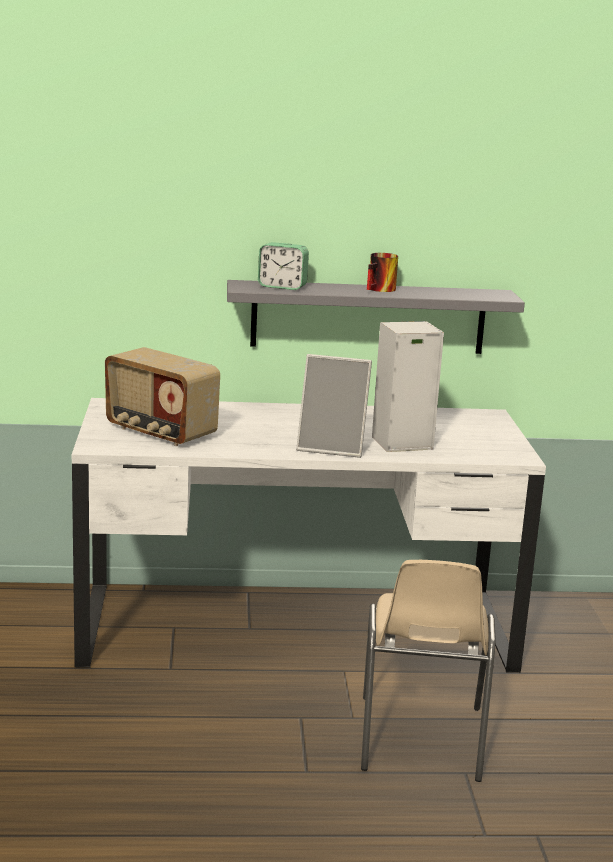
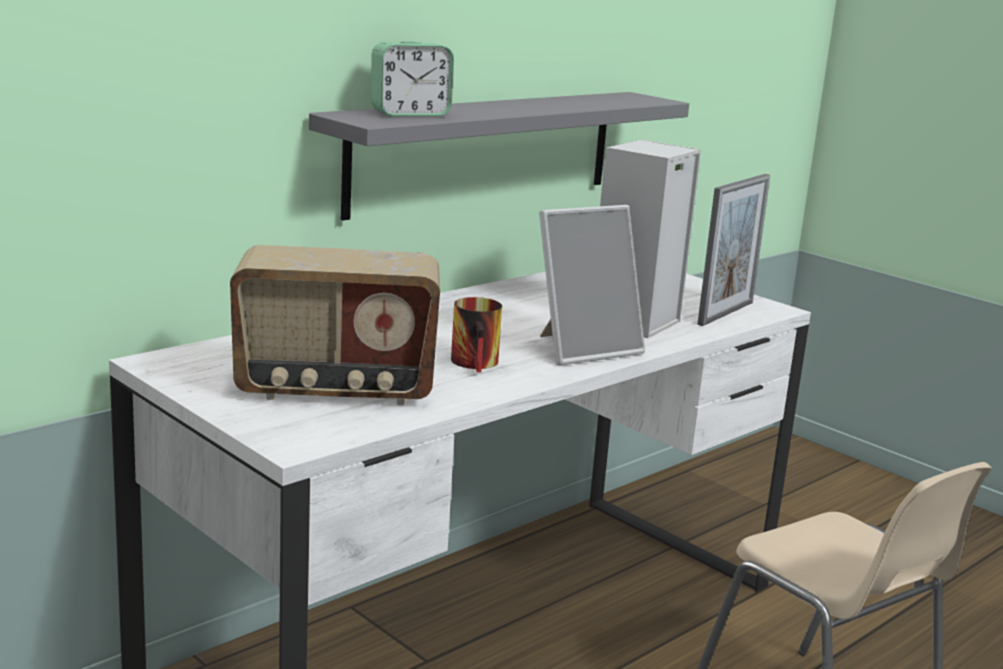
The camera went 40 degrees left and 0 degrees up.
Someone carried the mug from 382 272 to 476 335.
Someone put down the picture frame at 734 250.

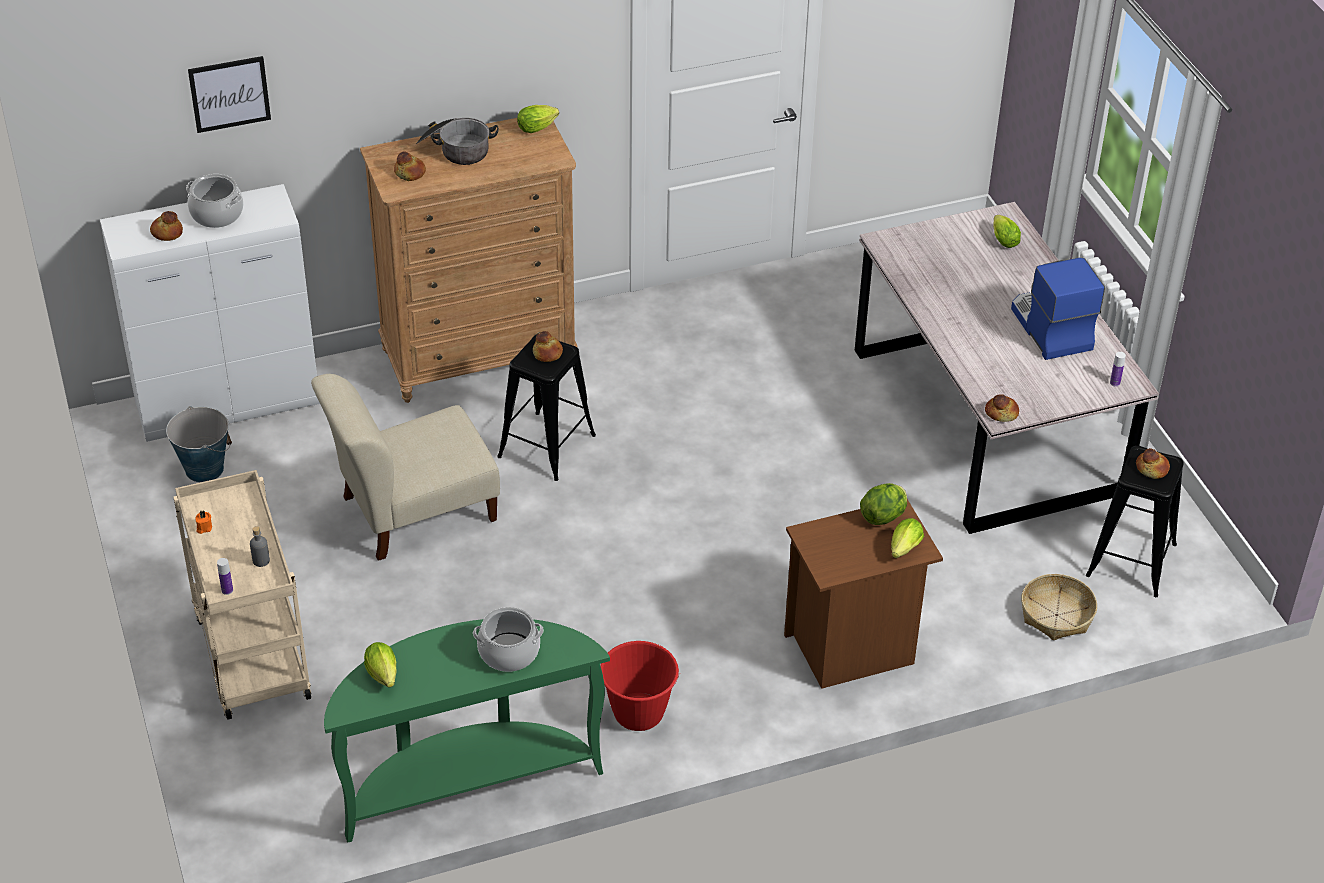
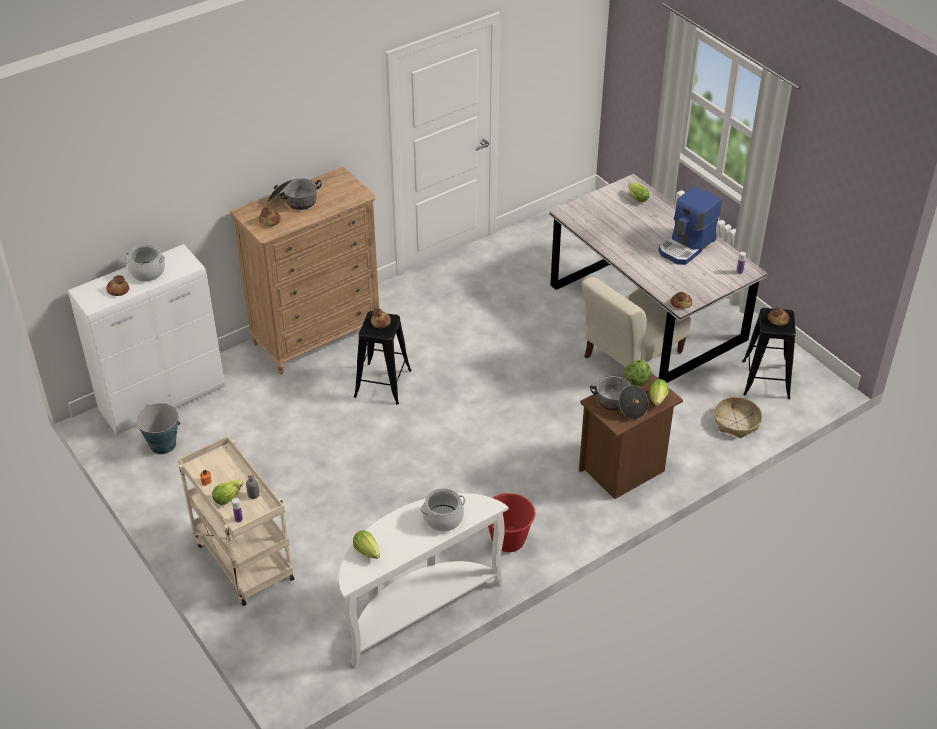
The camera went 15 degrees left and 0 degrees up.
Someone took away the picture at 229 94.
Someone carried the beige chair from 405 467 to 636 322.
Someone repainted the green console table at 467 731, which became the white console table at 423 580.
Someone carried the lettuce from 538 119 to 227 492.
Someone rotated the coffee machine at 1058 309 by 105 degrees counterclockwise.
Someone put down the cooking pot at 619 397.

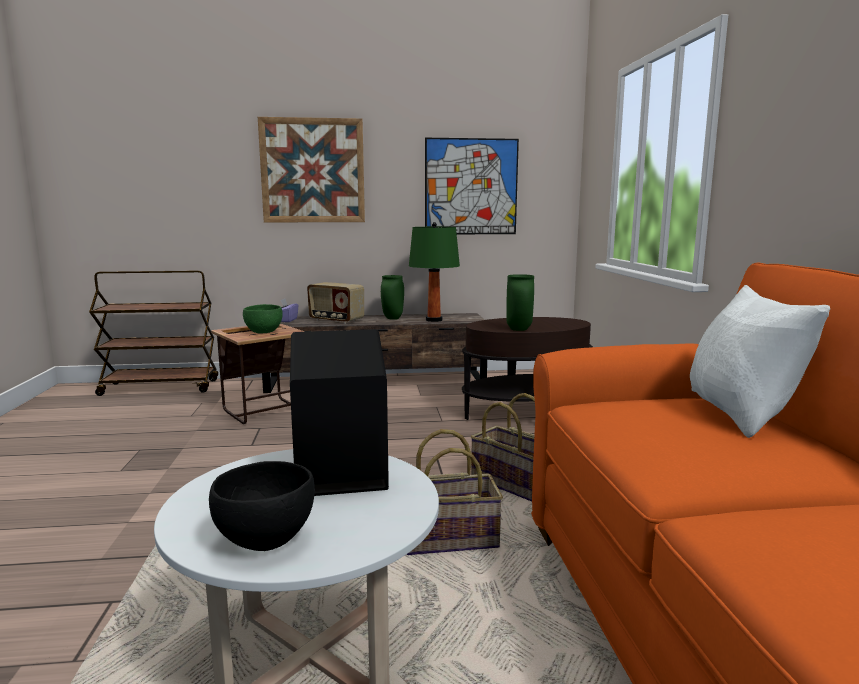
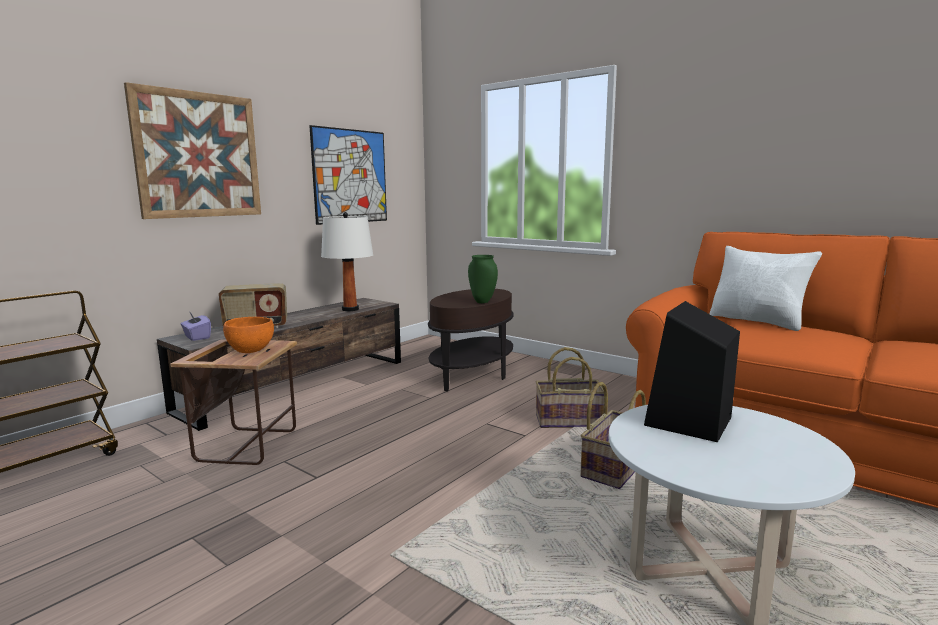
The camera went 45 degrees left and 0 degrees up.
Someone took away the black bowl at 262 506.
Someone repainted the green bowl at 263 318, which became the orange bowl at 248 335.
Someone took away the green vase at 392 297.
Someone repainted the green table lamp at 434 272, which became the white table lamp at 347 261.

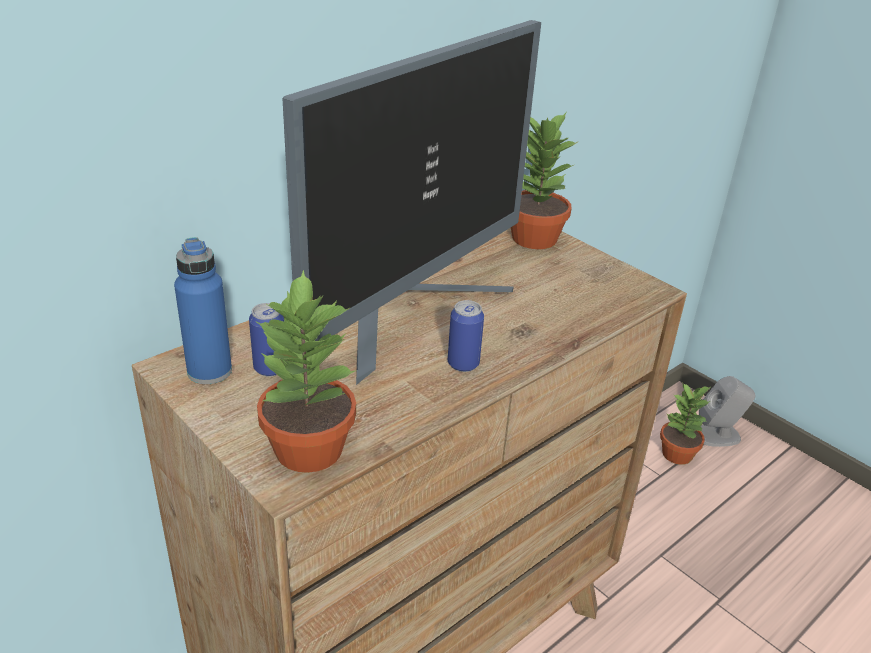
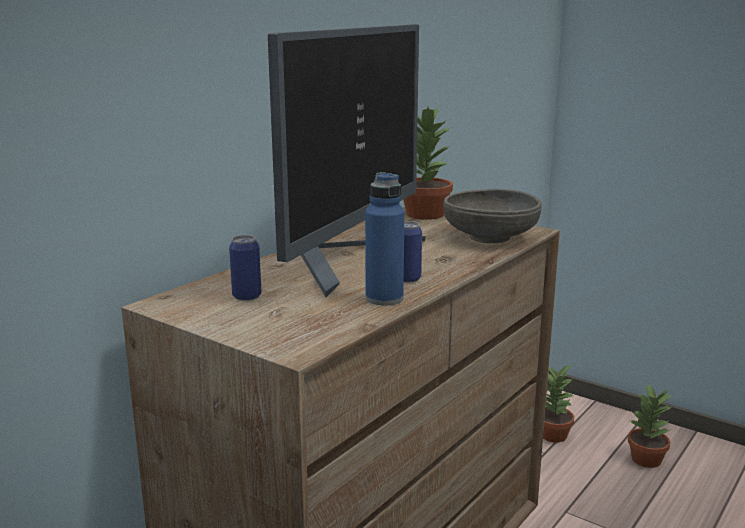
The camera went 10 degrees left and 15 degrees down.
Someone carried the blue bottle from 203 310 to 385 238.
Someone carried the potted plant from 306 371 to 650 425.
Someone took away the grey speaker at 727 411.
Someone put down the grey bowl at 492 216.

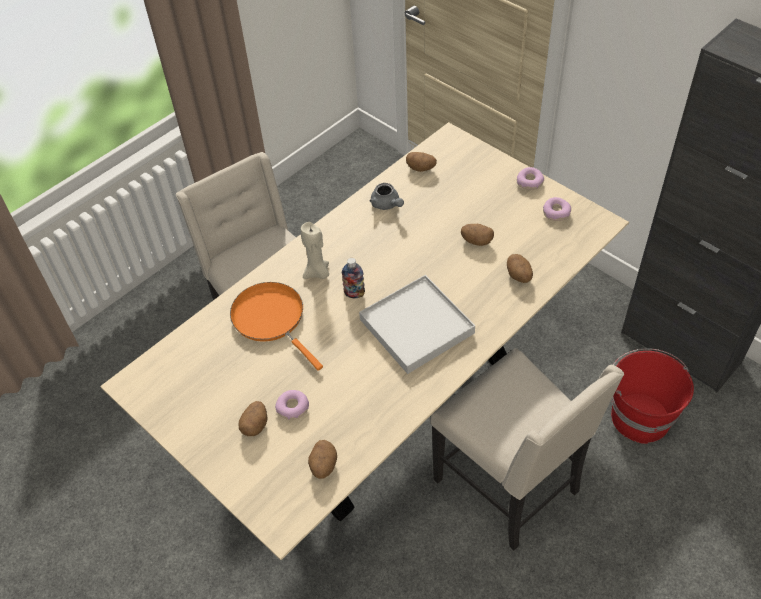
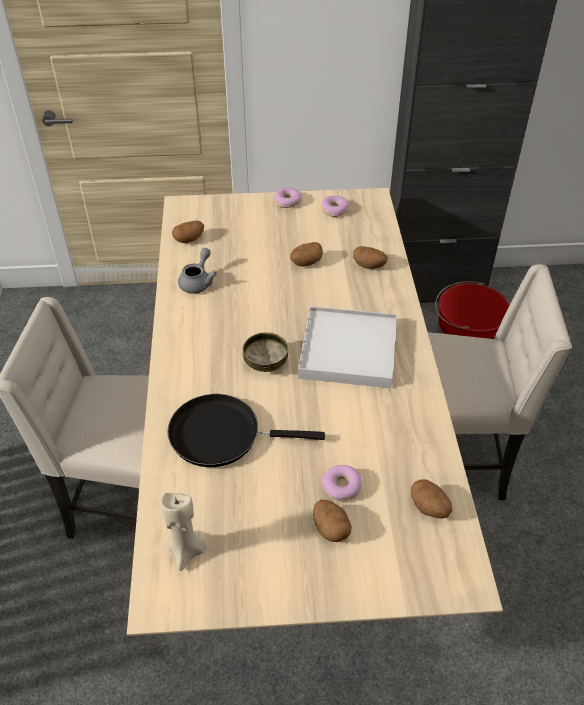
The camera went 50 degrees left and 5 degrees down.
Someone repainted the orange frying pan at 276 326, which became the black frying pan at 246 430.
Someone carried the beige candle from 314 250 to 183 532.
Someone swapped the bottle at 353 278 for the bowl at 265 352.
Someone rotated the grey teapot at 386 196 by 75 degrees counterclockwise.

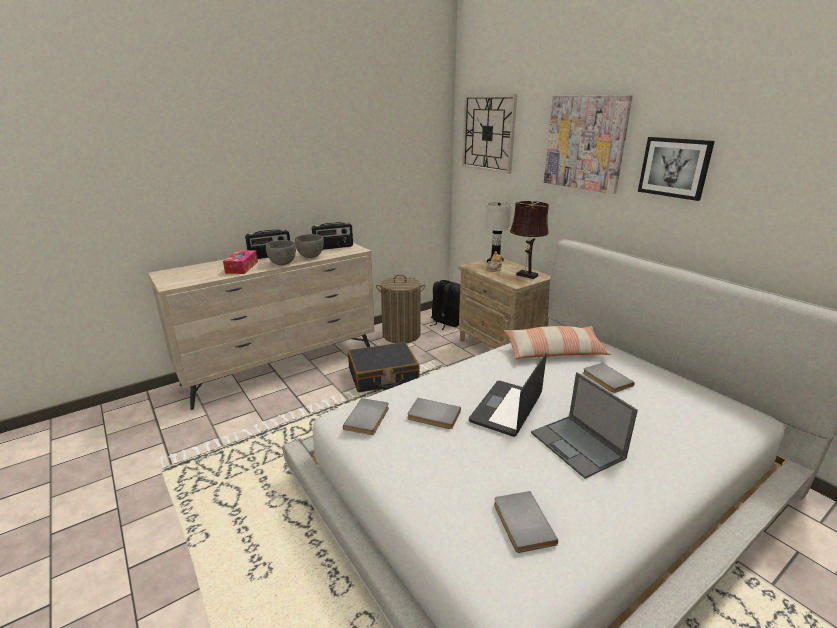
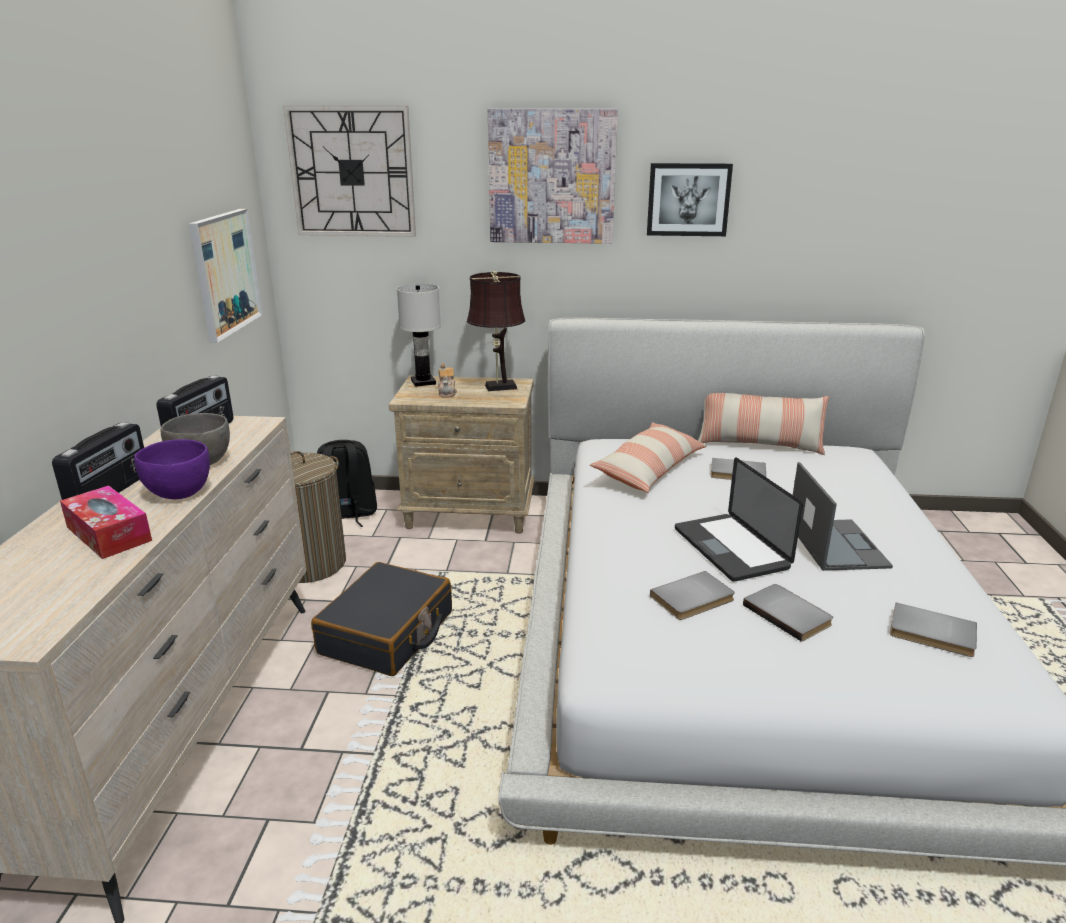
The camera went 50 degrees left and 0 degrees up.
Someone repainted the grey bowl at 281 252, which became the purple bowl at 172 469.
Someone carried the grey book from 366 416 to 788 613.
Someone rotated the laptop at 584 425 by 105 degrees counterclockwise.
Someone put up the picture at 226 276.
Someone put down the pillow at 763 424.

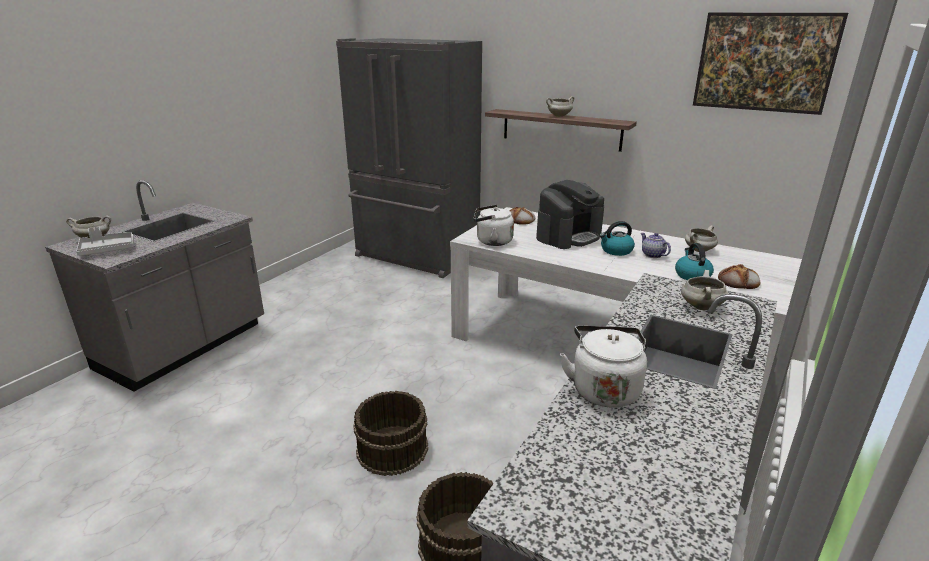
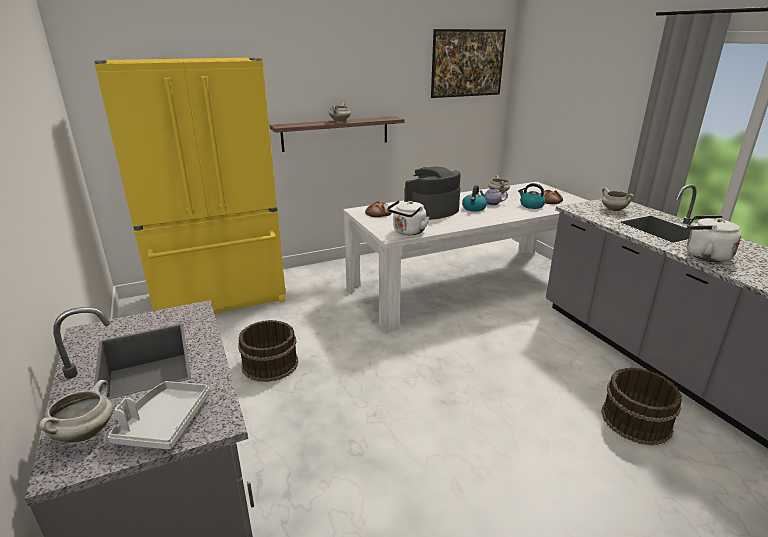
The camera went 55 degrees left and 0 degrees up.
Someone repainted the grey fridge at 409 158, which became the yellow fridge at 190 186.
Someone carried the brown bucket from 390 433 to 268 351.
Someone rotated the coffee machine at 570 214 by 120 degrees counterclockwise.

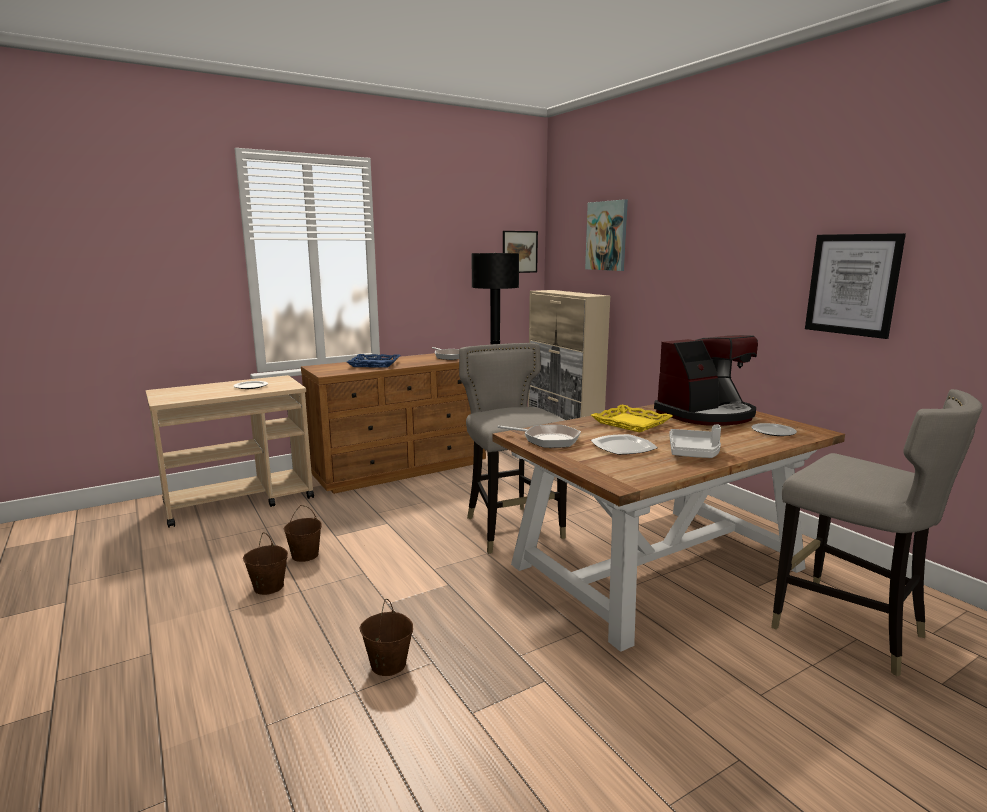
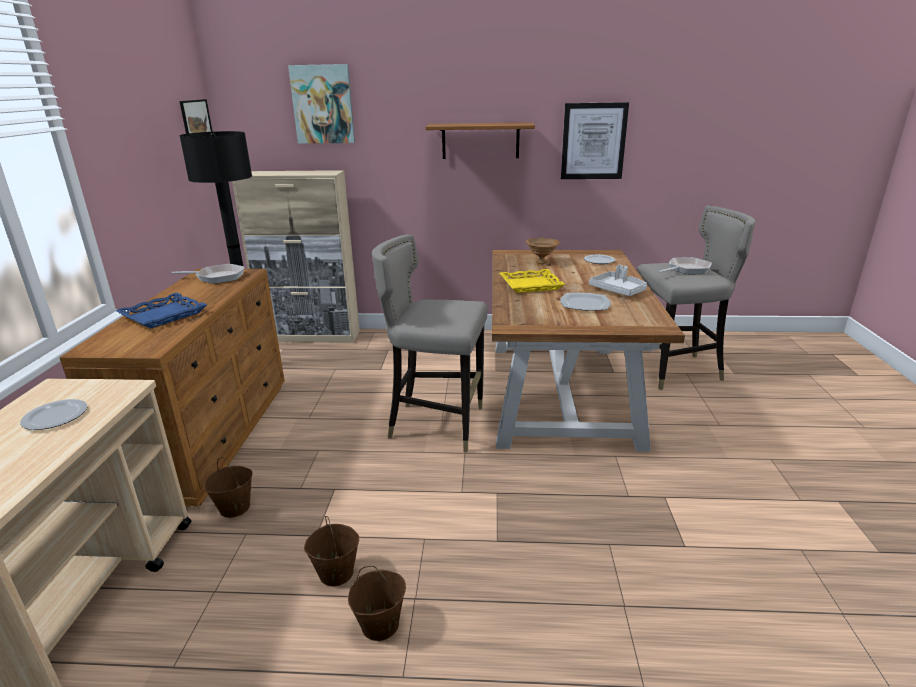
The camera went 55 degrees left and 10 degrees up.
Someone carried the brown bucket from 386 637 to 228 487.
Someone carried the frying pan from 539 436 to 685 265.
Someone swapped the coffee machine at 706 380 for the brown bowl at 543 251.
Someone put up the shelf at 480 140.

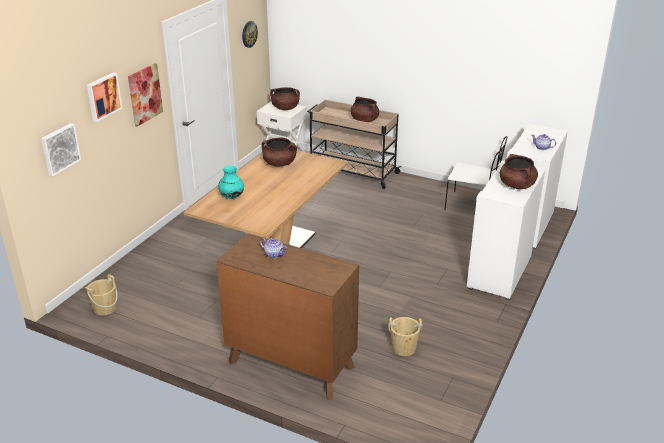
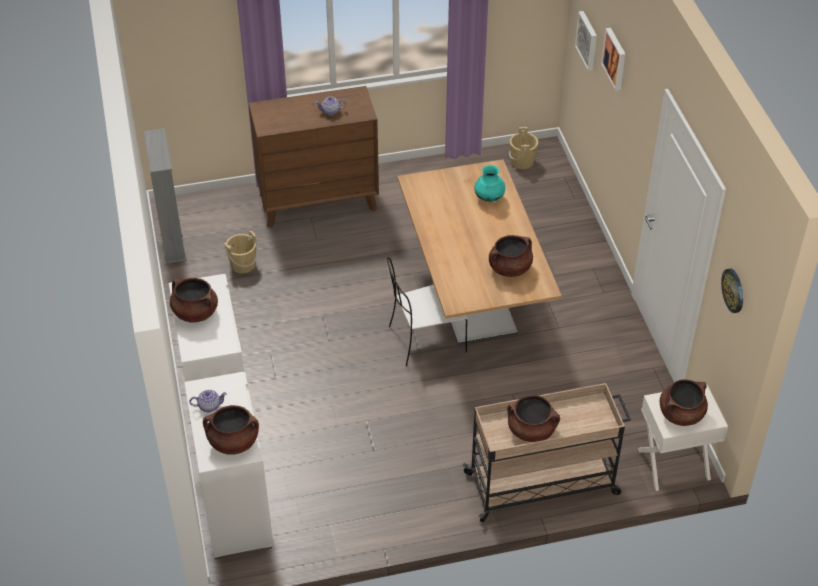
The camera went 140 degrees right and 15 degrees up.
Someone took away the picture at 145 95.
Someone carried the white chair from 476 173 to 427 311.
Someone put down the grey bookcase at 165 196.
Someone put down the brown cooking pot at 231 430.

